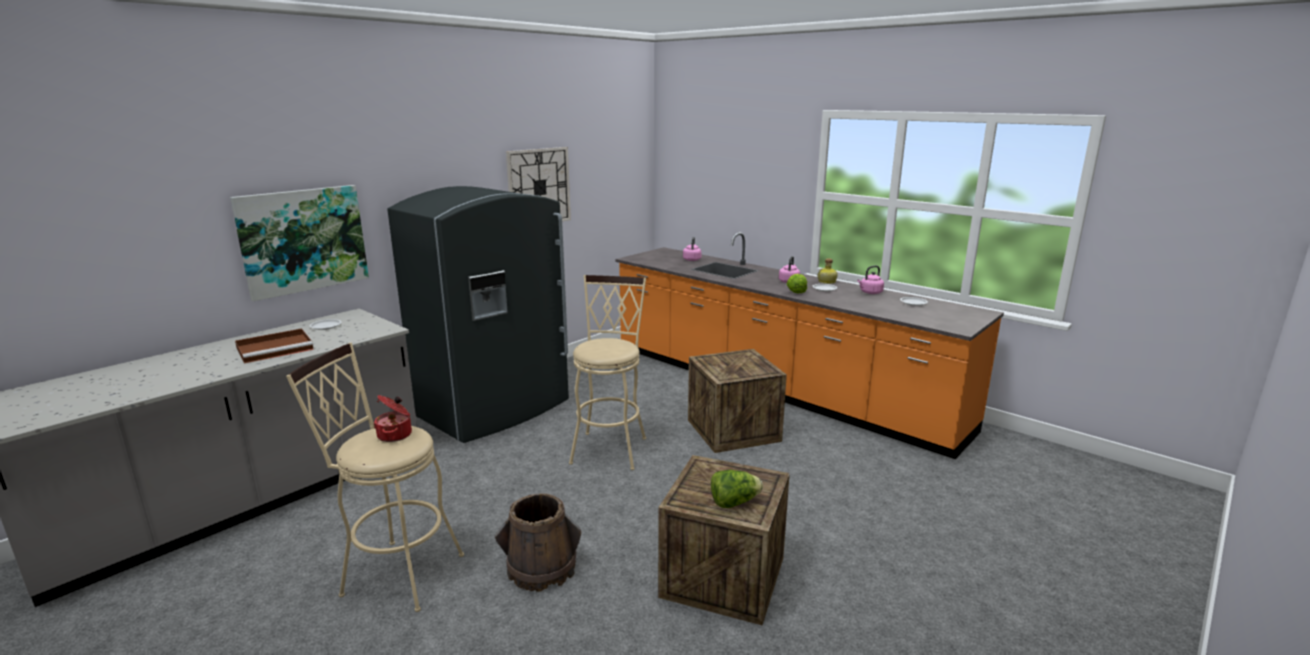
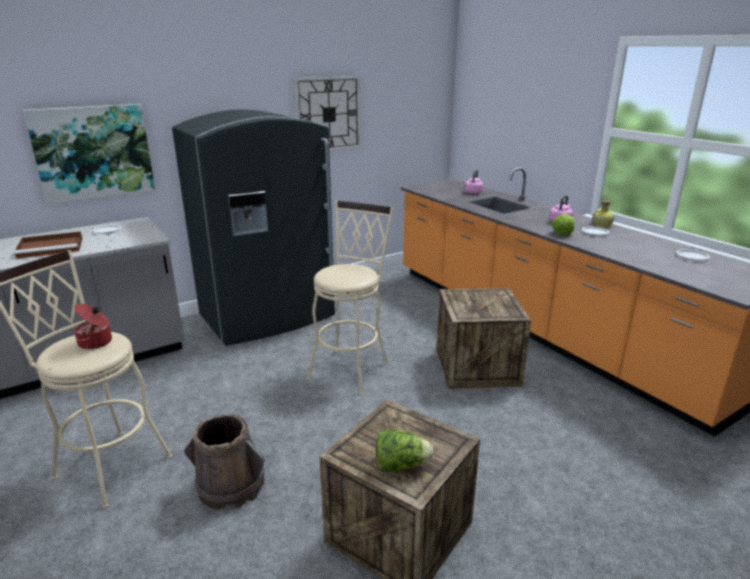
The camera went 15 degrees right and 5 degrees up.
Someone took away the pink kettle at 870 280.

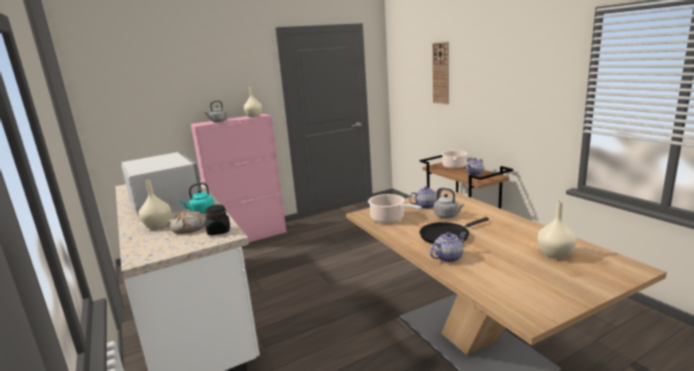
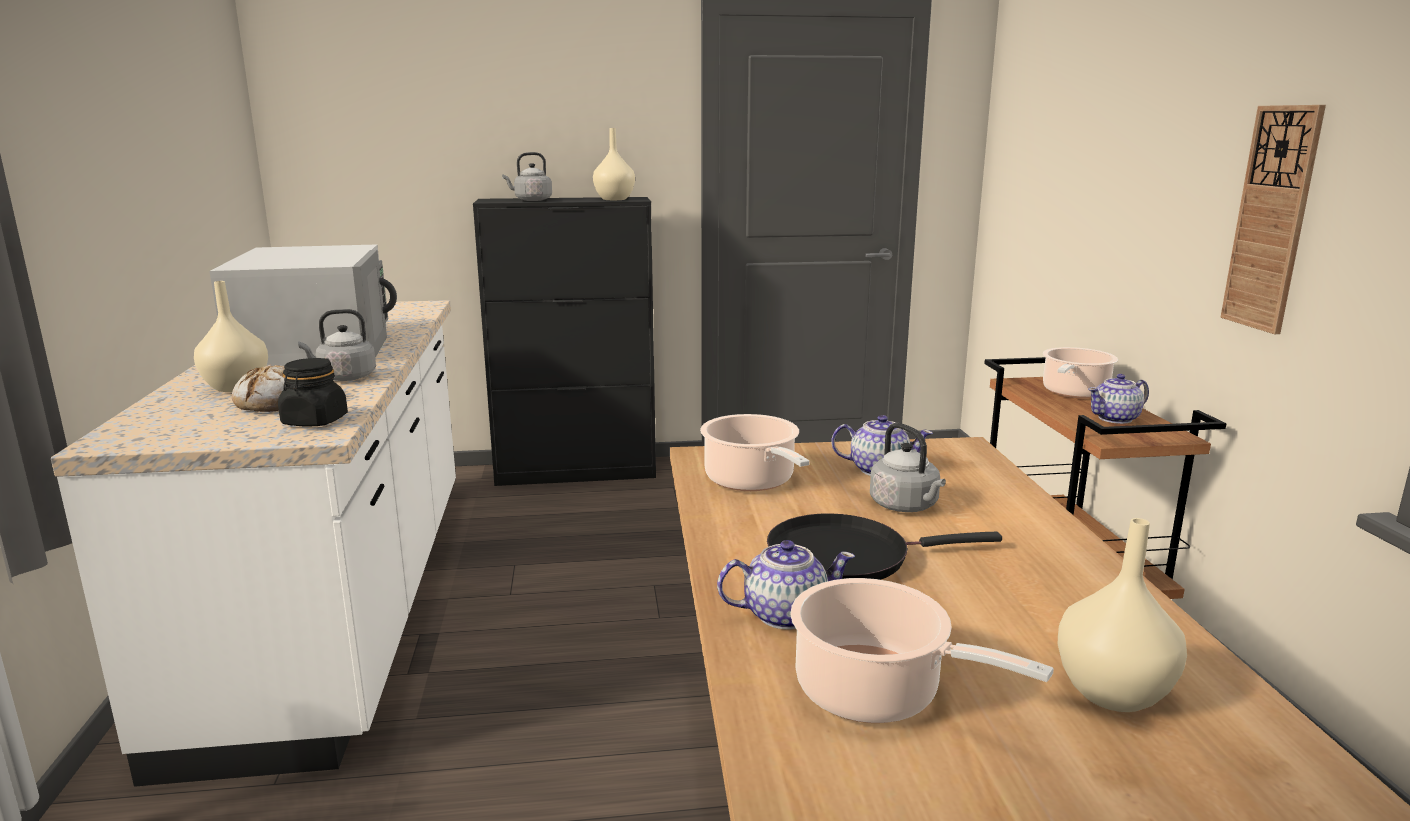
The camera went 20 degrees right and 0 degrees up.
Someone repainted the turquoise kettle at 197 198, which became the grey kettle at 337 345.
Someone repainted the pink cabinet at 238 178, which became the black cabinet at 564 341.
Someone carried the wall clock from 440 73 to 1273 219.
Someone put down the cooking pot at 922 650.

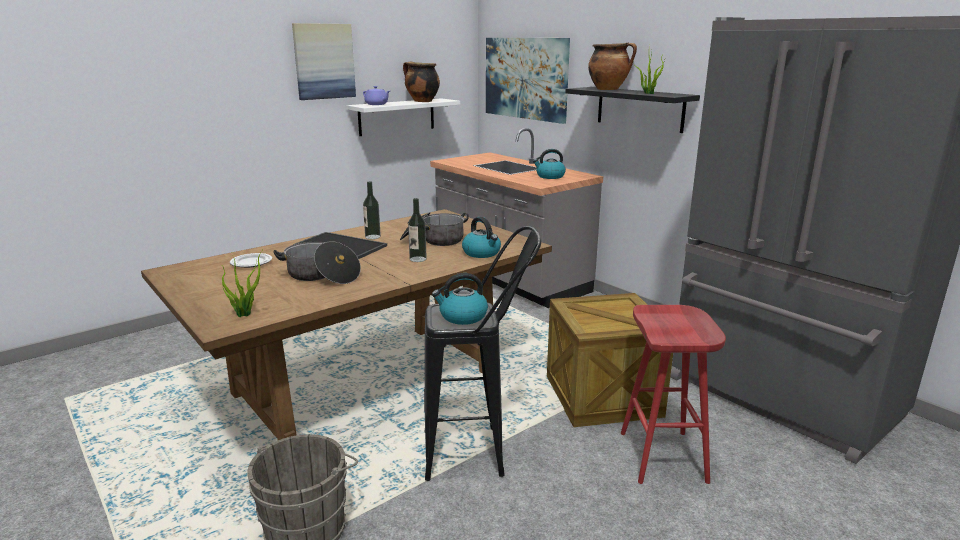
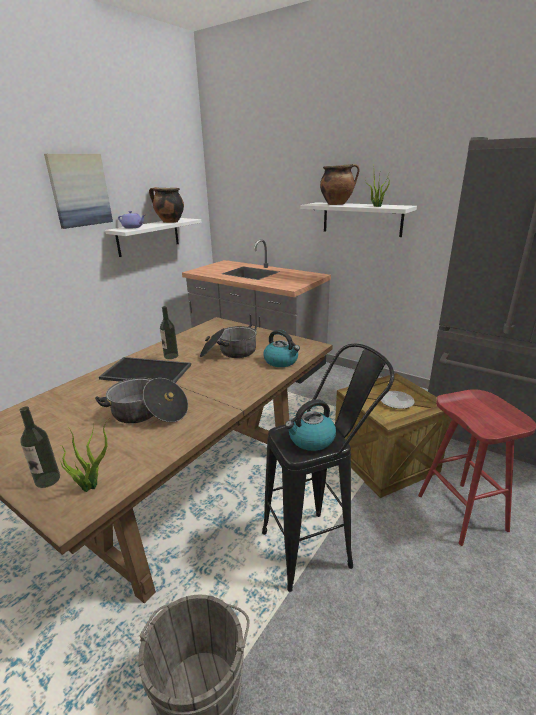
The camera went 15 degrees left and 5 degrees up.
Someone carried the plate from 251 260 to 397 400.
Someone carried the bottle from 417 230 to 39 447.
Someone took away the picture at 528 81.
Someone took away the kettle at 549 164.
Someone repainted the black shelf at 632 110, which became the white shelf at 359 219.

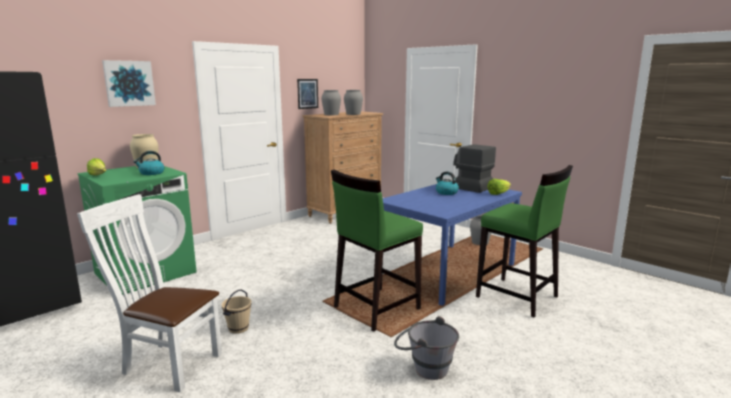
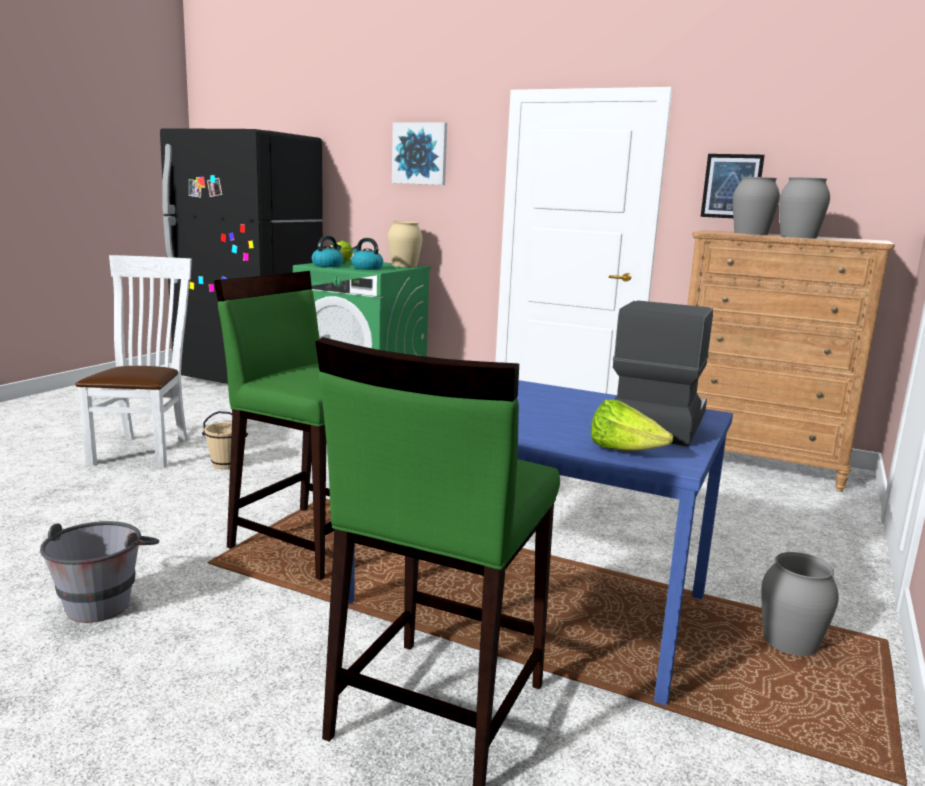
The camera went 70 degrees right and 0 degrees up.
Someone carried the kettle from 447 183 to 327 251.

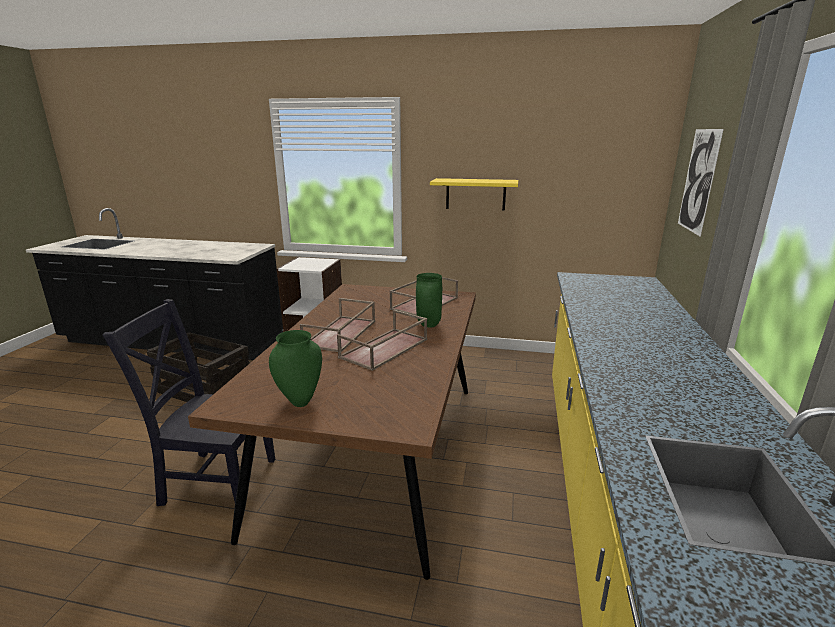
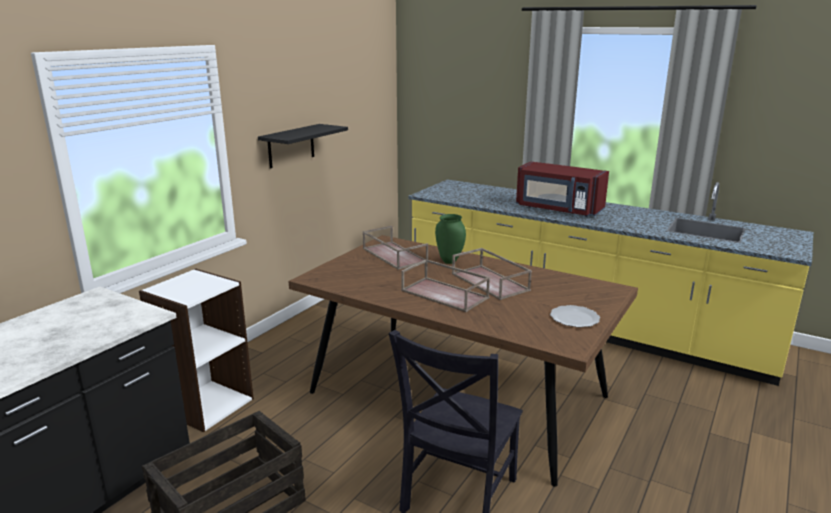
The camera went 70 degrees left and 0 degrees up.
Someone swapped the green vase at 295 368 for the plate at 575 316.
Someone repainted the yellow shelf at 474 194, which became the black shelf at 303 146.
Someone took away the picture at 701 183.
Someone put down the red microwave at 562 189.

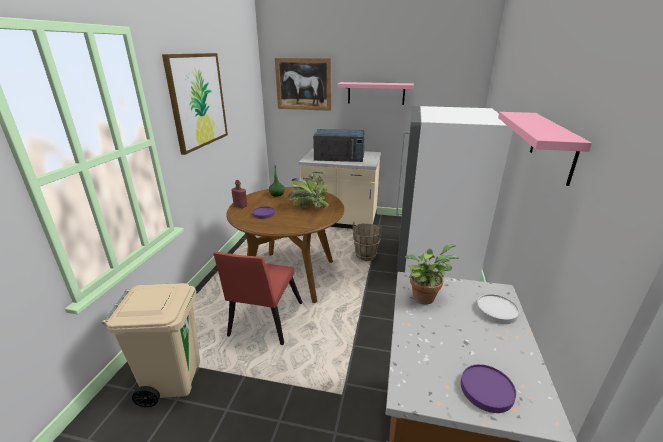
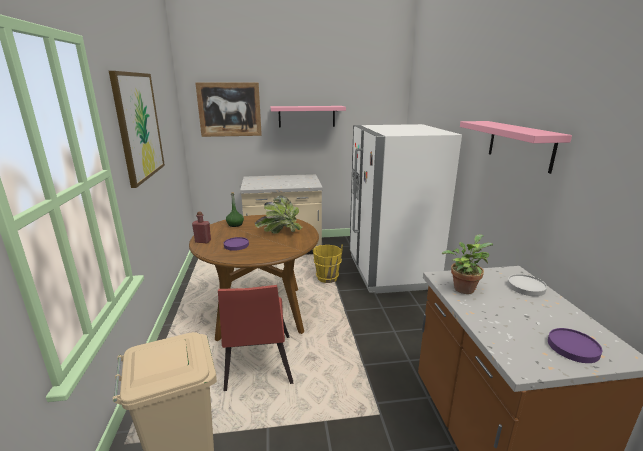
The camera went 20 degrees left and 5 degrees down.
Someone took away the blue microwave at 339 145.
Someone repainted the brown bucket at 367 241, which became the yellow bucket at 328 263.

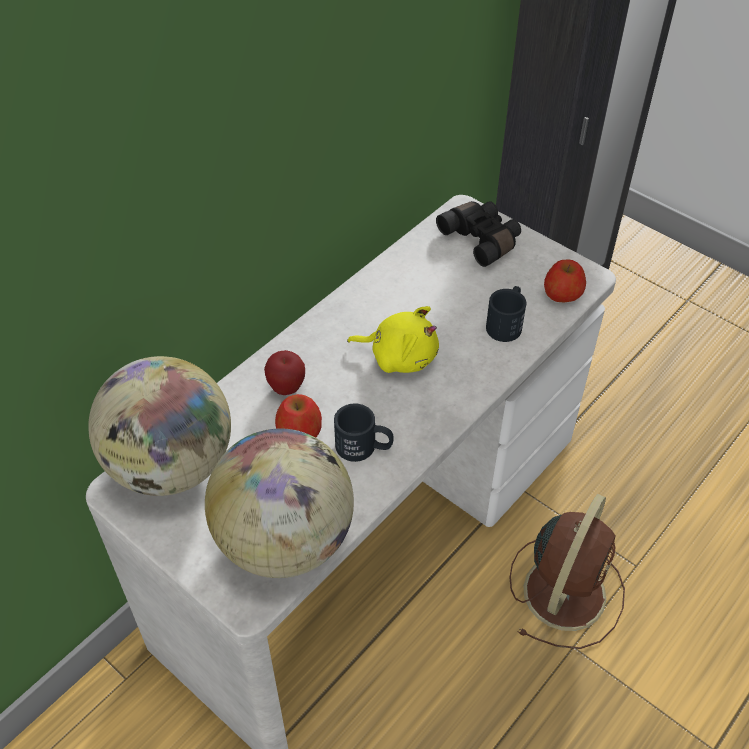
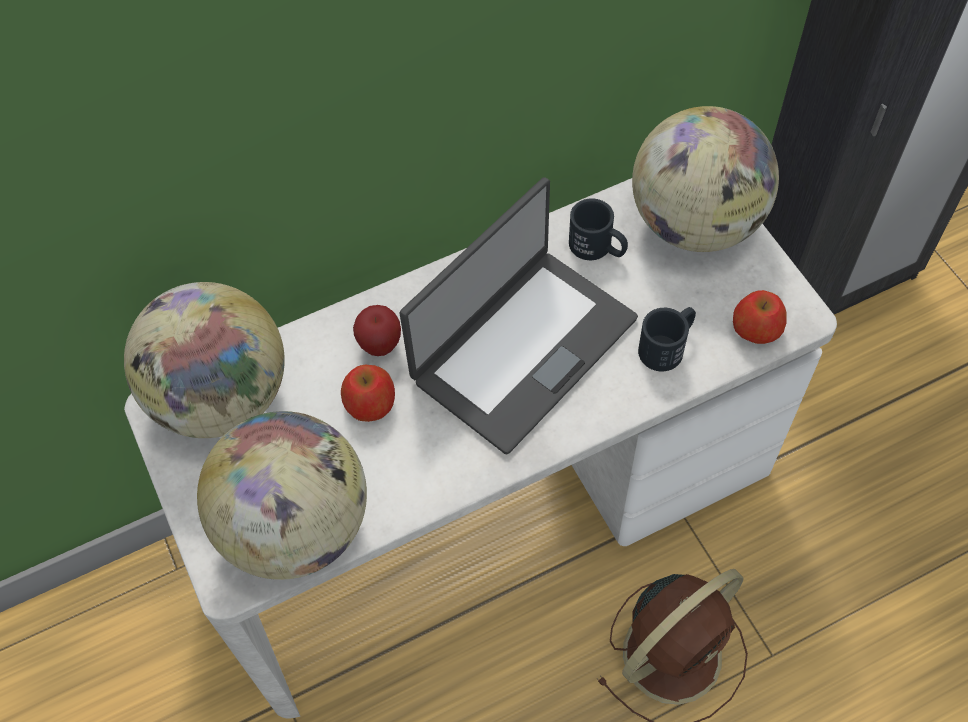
The camera went 25 degrees right and 10 degrees up.
Someone carried the black mug from 364 432 to 598 229.
Someone swapped the yellow plush toy at 393 339 for the laptop at 518 315.
Someone swapped the black binoculars at 478 234 for the globe at 705 179.

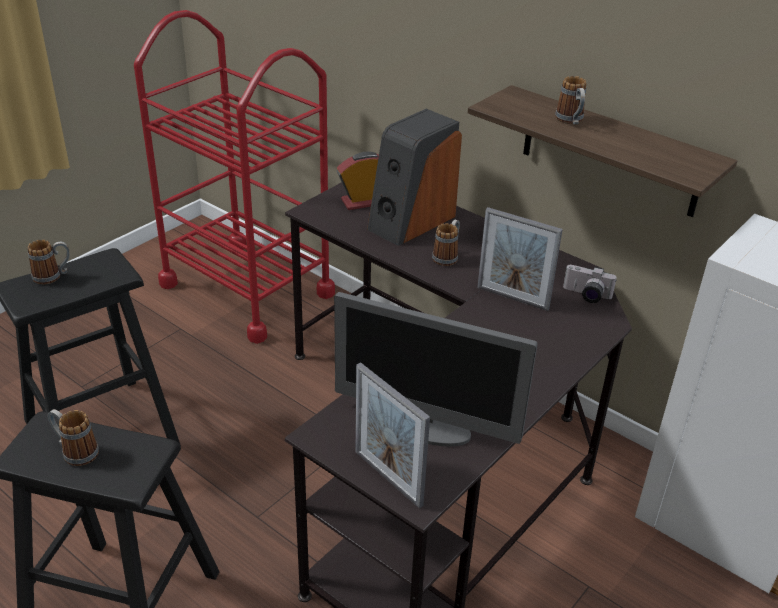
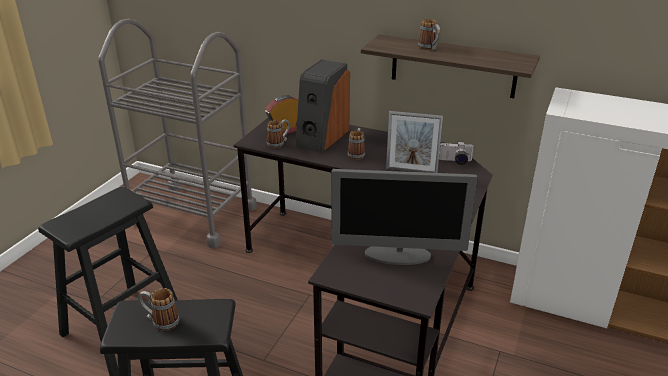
The camera went 15 degrees left and 5 degrees down.
Someone carried the mug from 49 262 to 278 134.
Someone repainted the red cart at 234 177, which became the grey cart at 177 133.
Someone took away the picture frame at 393 435.

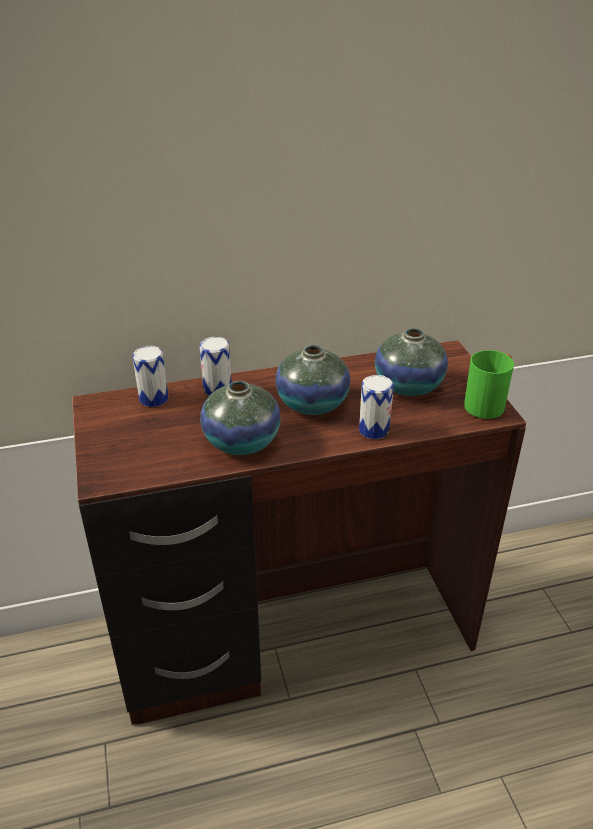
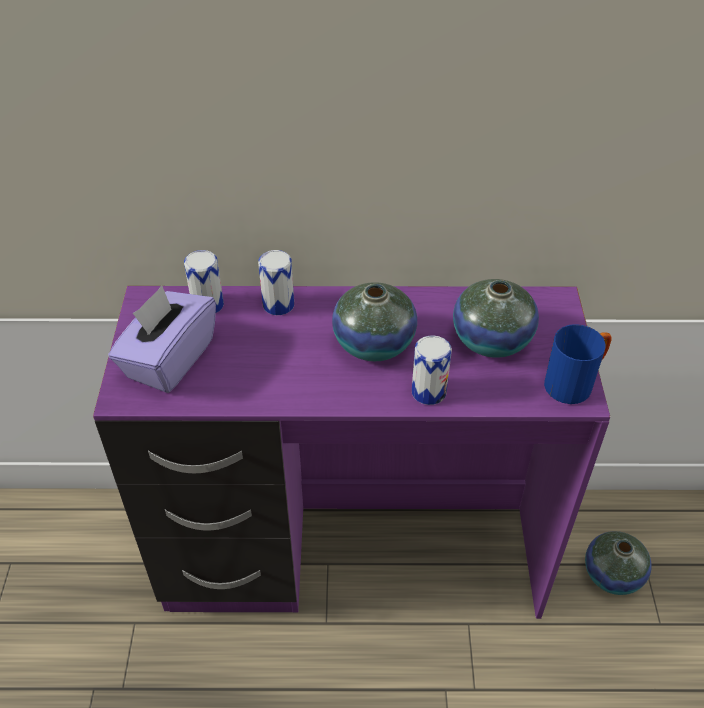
The camera went 15 degrees right and 10 degrees up.
Someone repainted the brown desk at 299 532, which became the purple desk at 351 452.
Someone carried the vase from 240 418 to 618 563.
Someone repainted the green mug at 489 384, which became the blue mug at 577 364.
Someone put down the purple tissue box at 162 339.

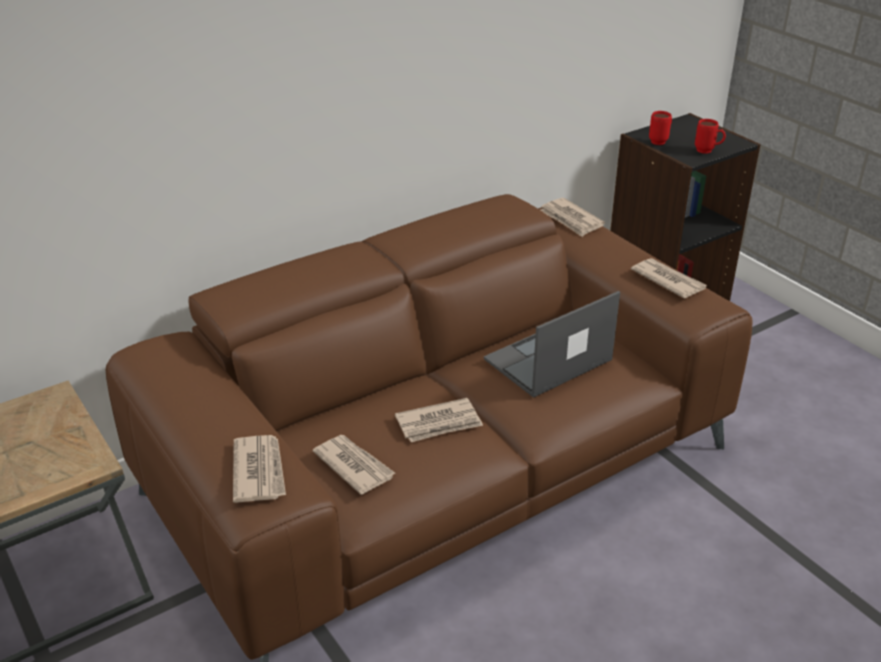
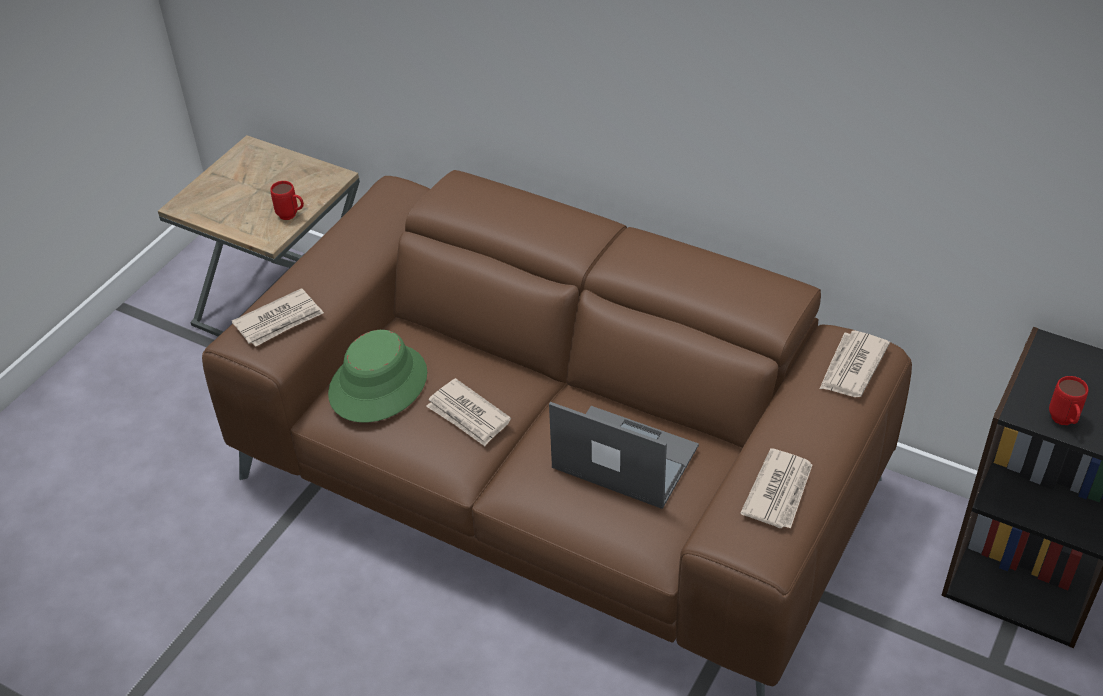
The camera went 65 degrees right and 10 degrees up.
Someone swapped the newspaper at 354 465 for the green hat at 377 376.
Someone carried the red mug from 660 128 to 287 200.

